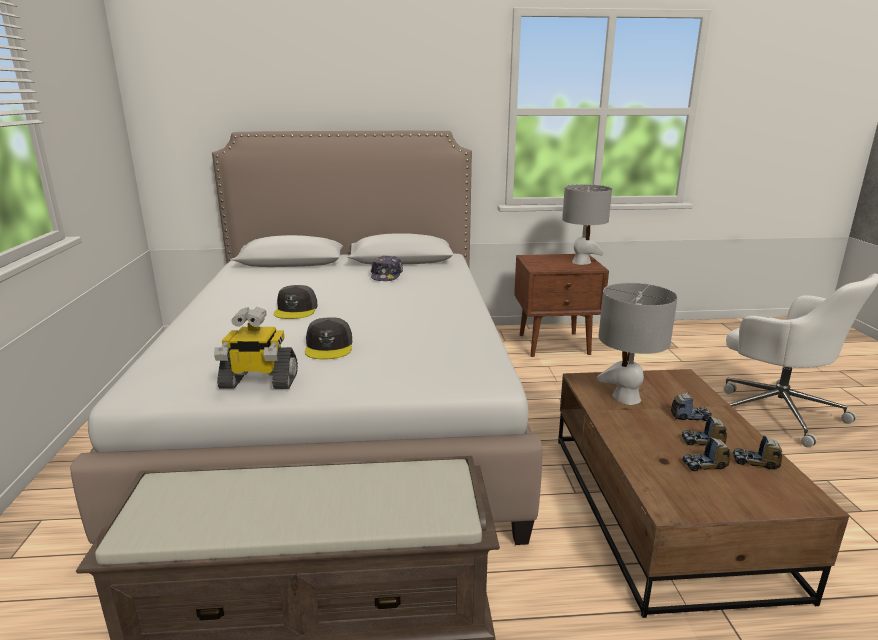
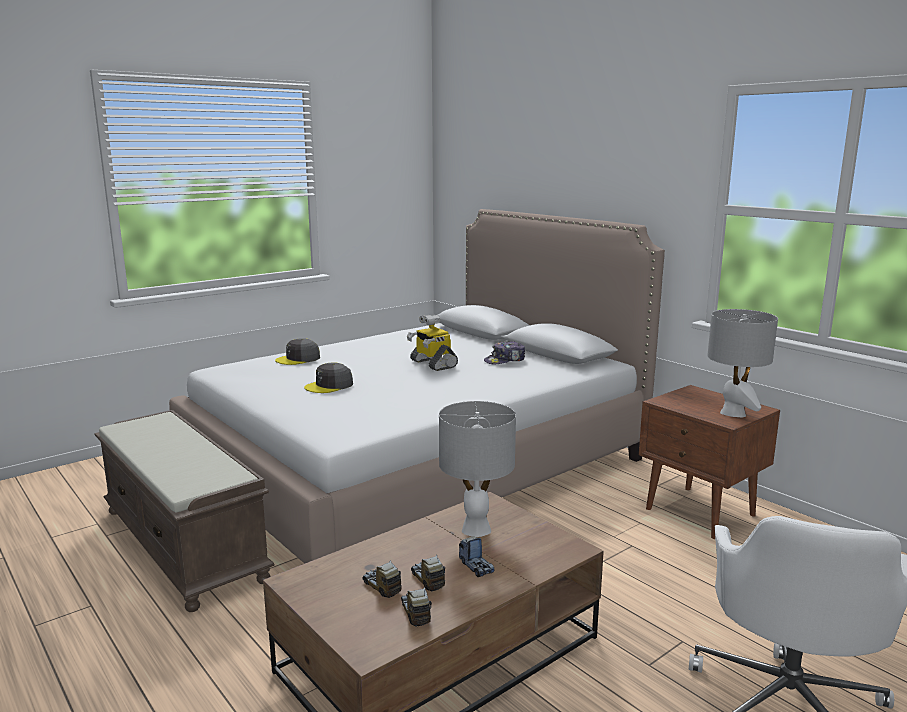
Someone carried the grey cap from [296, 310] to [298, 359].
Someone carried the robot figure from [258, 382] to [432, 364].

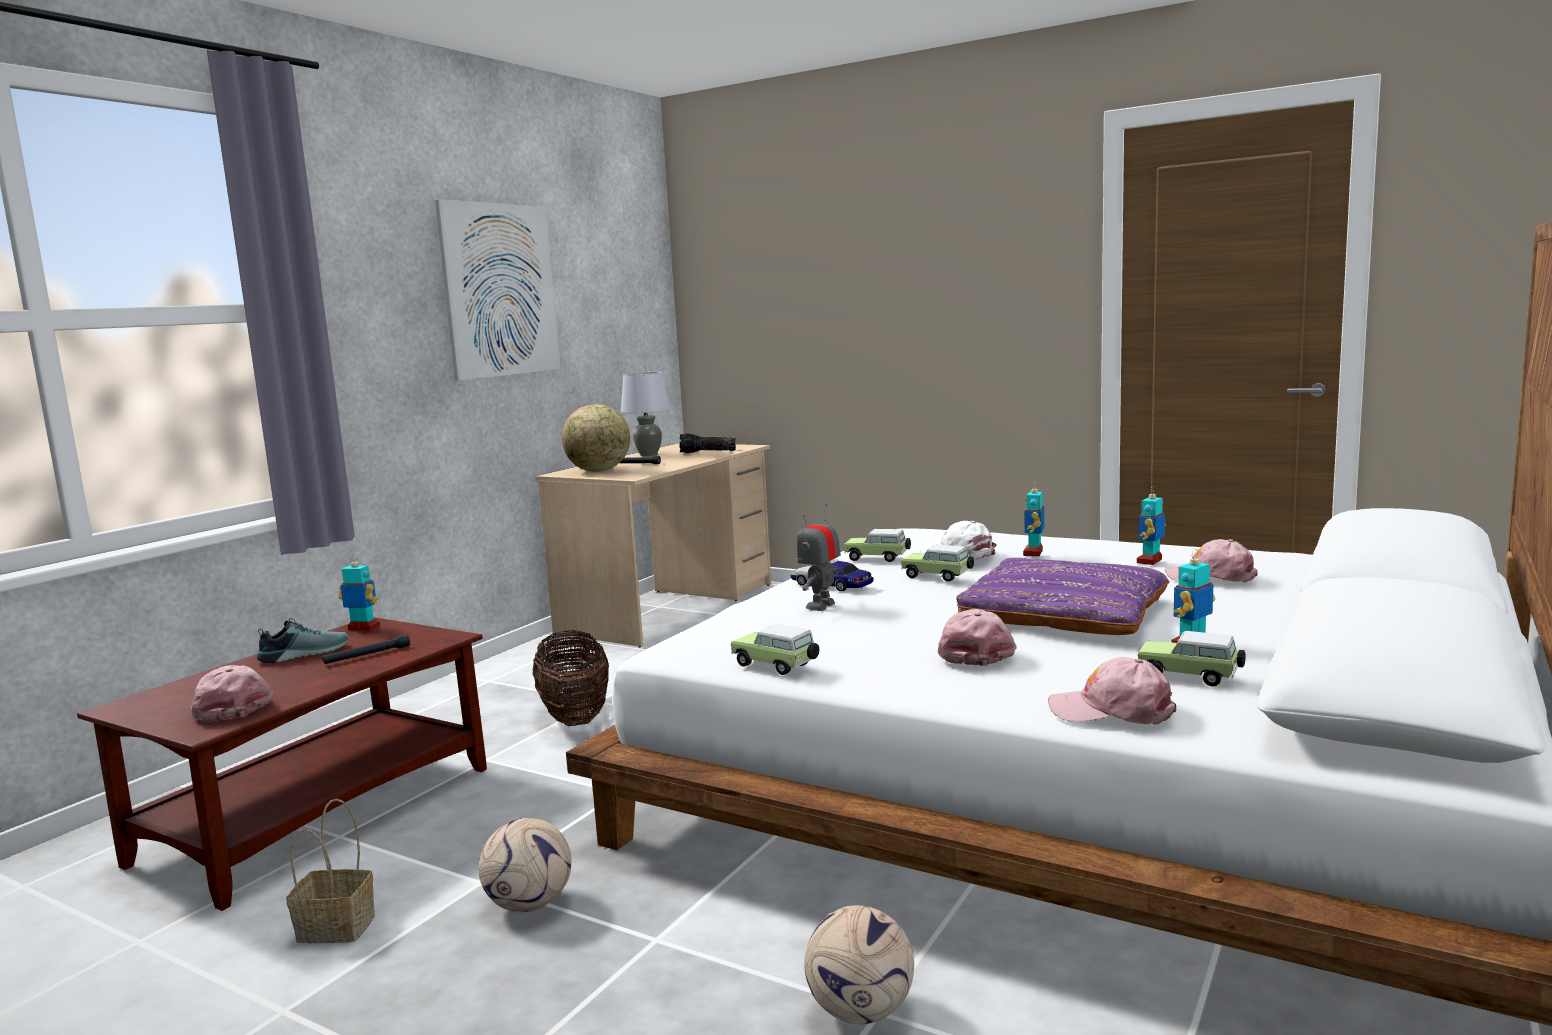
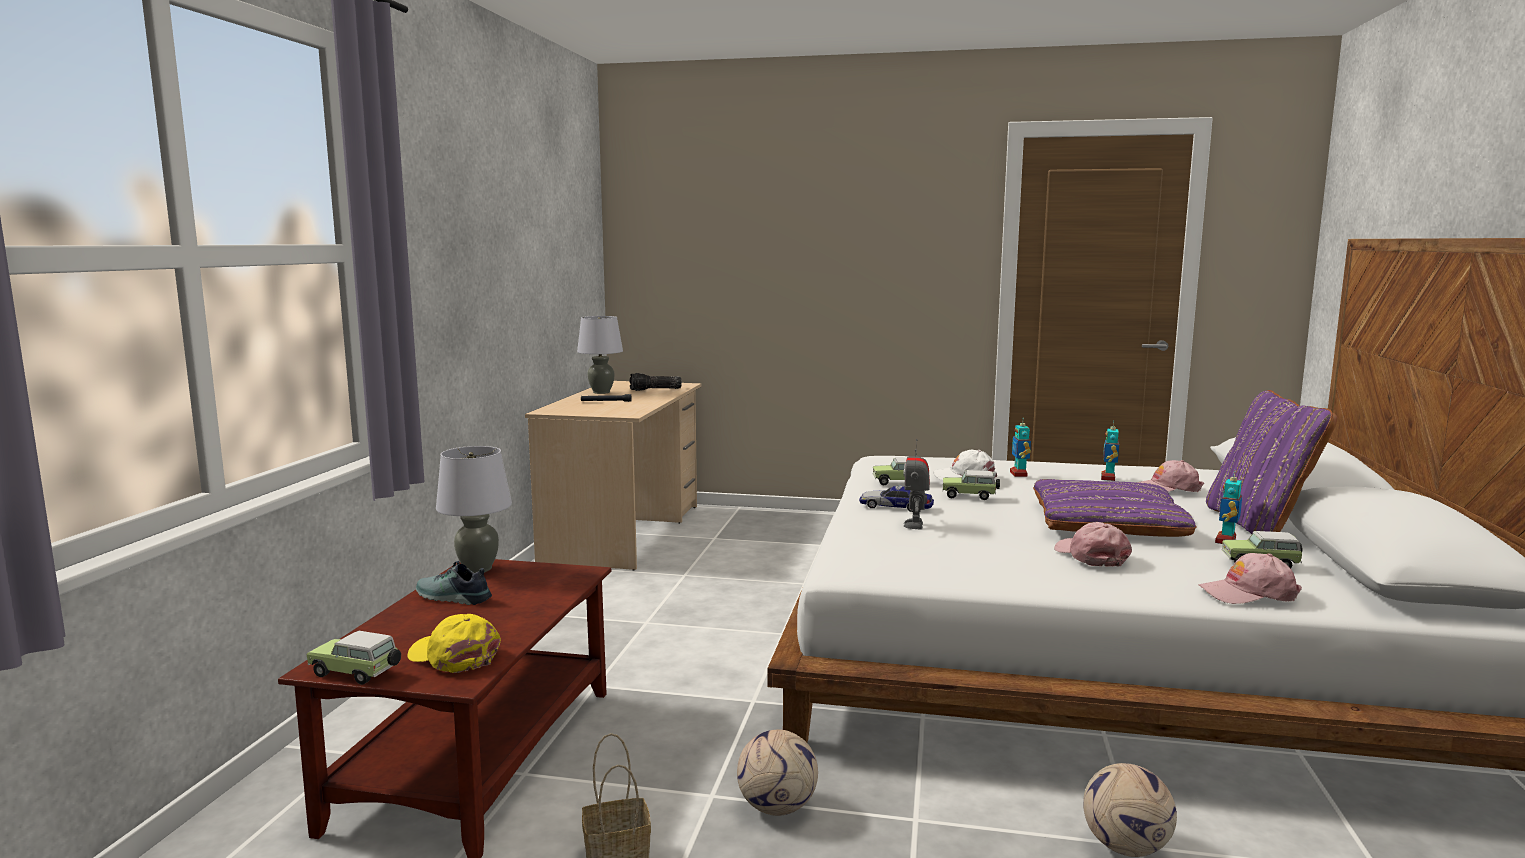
Someone took away the wall art at [500, 290].
Someone took away the desk globe at [599, 471].
Someone swapped the robot figure at [363, 628] for the grey table lamp at [478, 569].
Someone rotated the shoe at [303, 654] by 105 degrees counterclockwise.
Someone carried the miniature car from [776, 666] to [357, 673].
Someone took away the basket at [575, 716].
Someone took away the blackish torch at [367, 655].
Someone repainted the pinkish cap at [230, 707], which became the yellow-coloured cap at [454, 656].
Someone put down the purple pillow at [1259, 525].

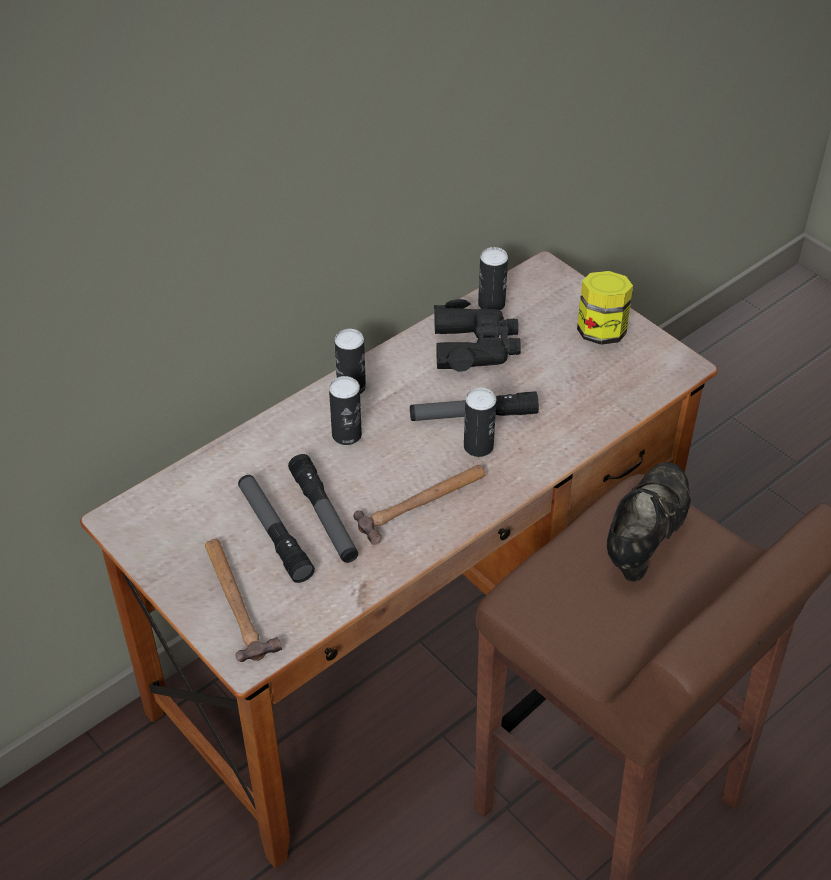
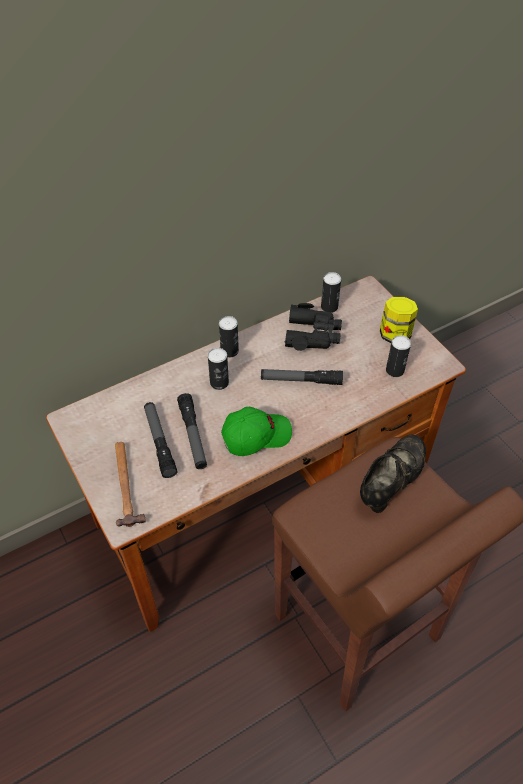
Someone carried the can from [478, 446] to [395, 370].
Someone swapped the tool hammer at [422, 503] for the green-coloured cap at [256, 435].

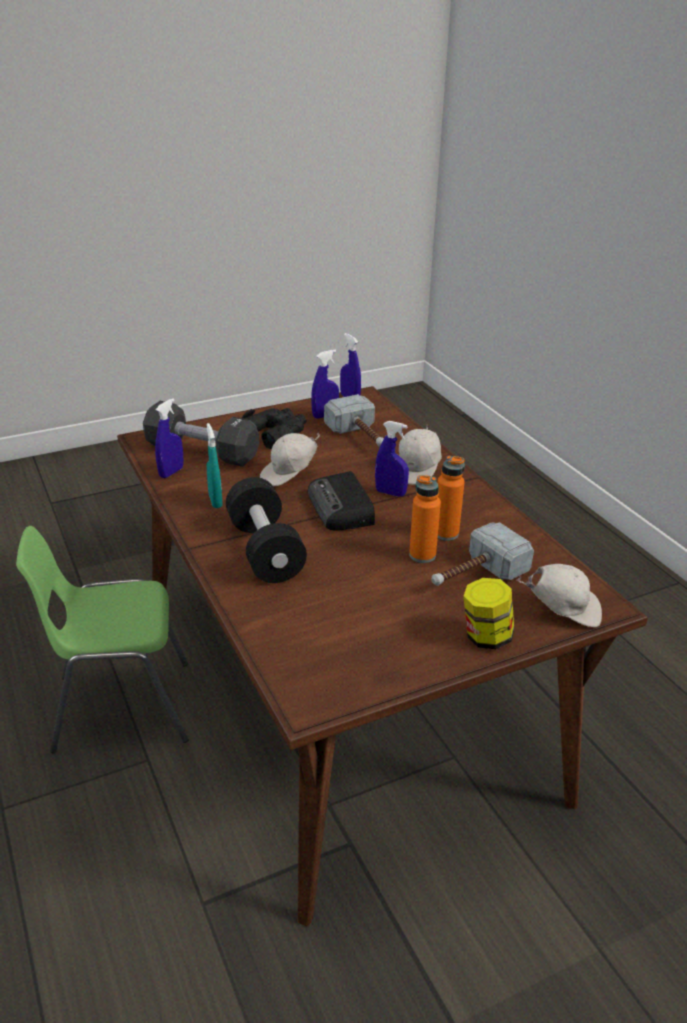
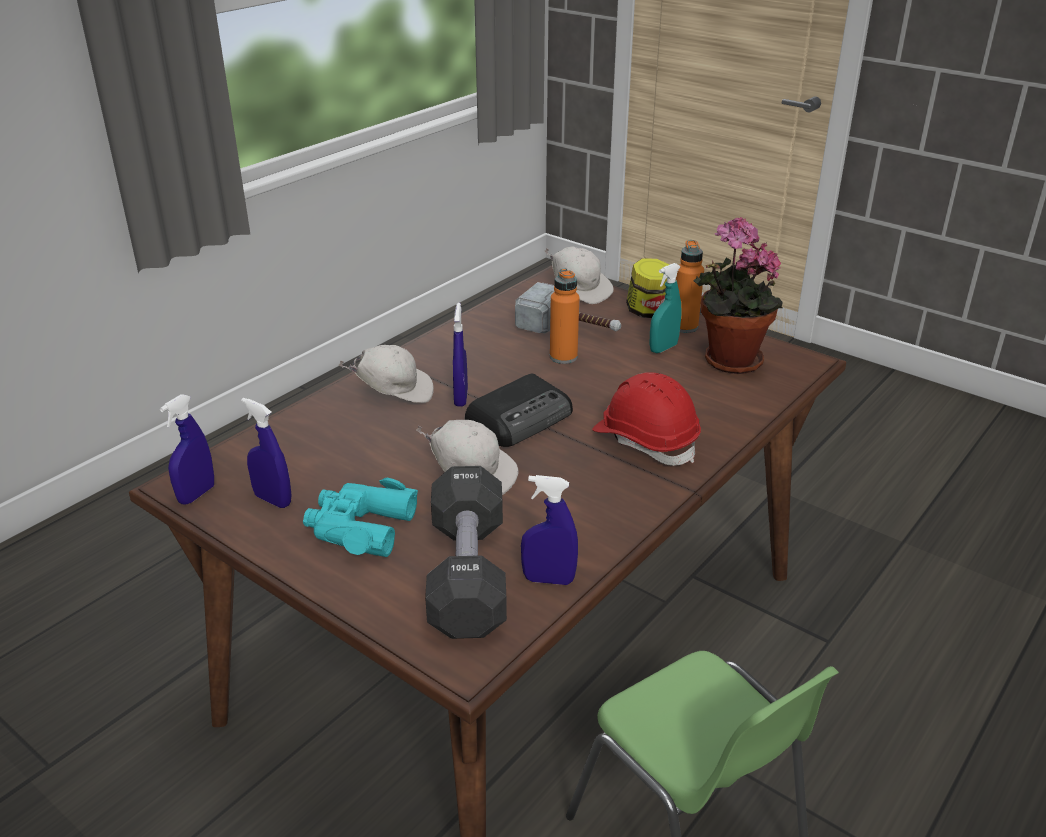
Someone took away the tool hammer at [361, 436].
Someone repainted the blackish field glasses at [275, 433], which became the turquoise field glasses at [359, 527].
Someone carried the turquoise spray bottle from [215, 501] to [663, 348].
Someone carried the orangey drink bottle from [446, 533] to [684, 327].
Someone swapped the blackish hand weight at [265, 550] for the reddish work helmet at [645, 441].
Someone rotated the white-coloured cap at [562, 610] by 150 degrees clockwise.
Someone put down the potted plant at [727, 361].

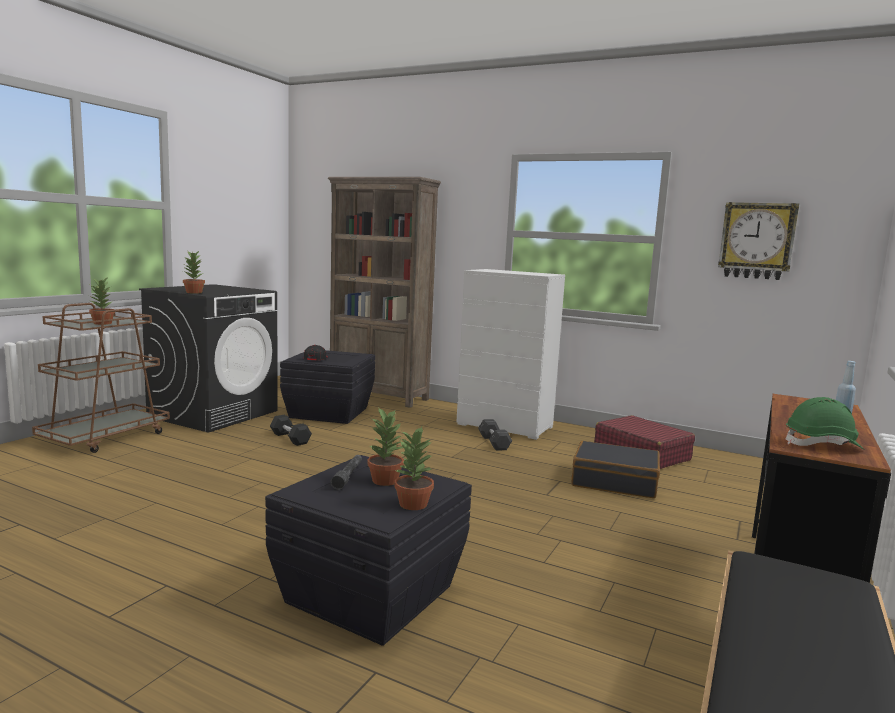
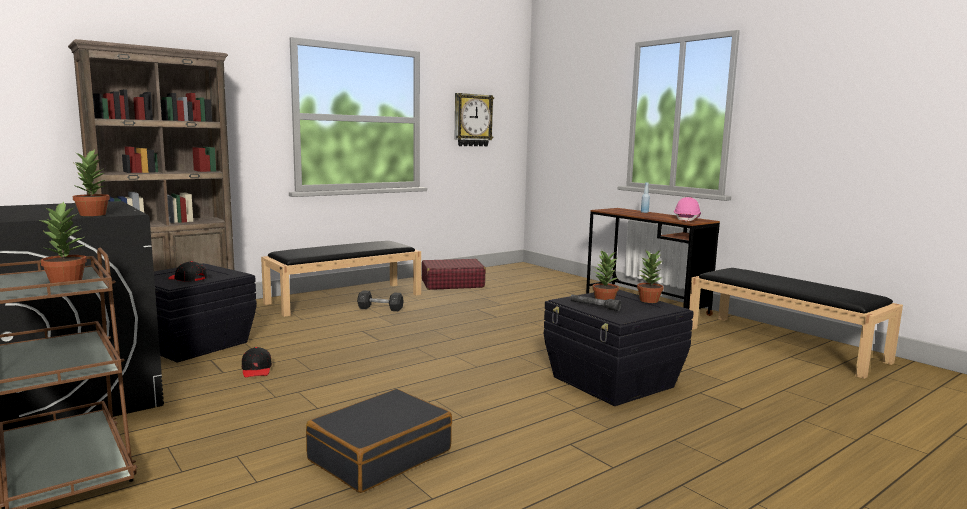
Someone swapped the white-coloured chest of drawers at [505, 426] for the blackish bench at [345, 298].
Someone repainted the green-coloured work helmet at [822, 445], which became the pinkish work helmet at [687, 219].
Someone swapped the blackish hand weight at [290, 438] for the blackish cap at [256, 369].
Someone carried the blackish piece of luggage from [614, 481] to [380, 455].

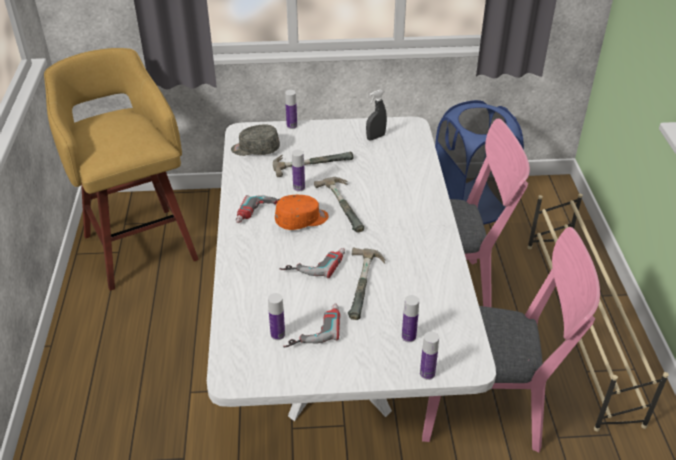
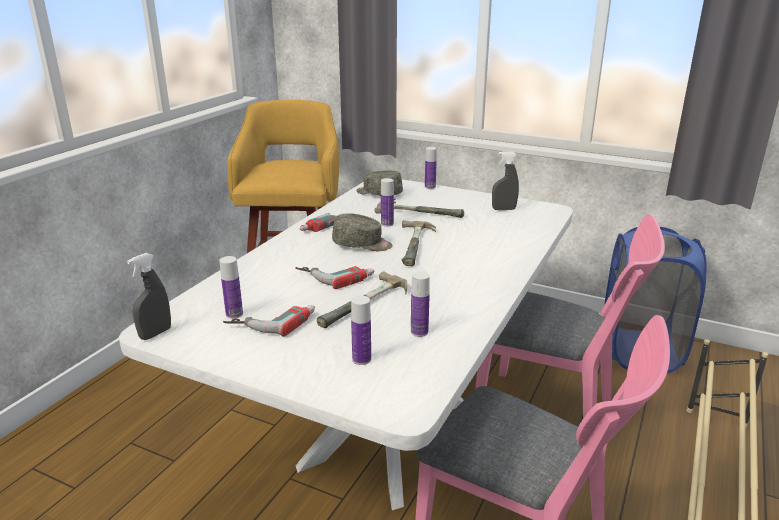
Someone repainted the orangey cap at [302, 220], which became the grey cap at [362, 244].
Someone carried the drink bottle from [427, 373] to [419, 332].
Someone put down the grey spray bottle at [155, 334].

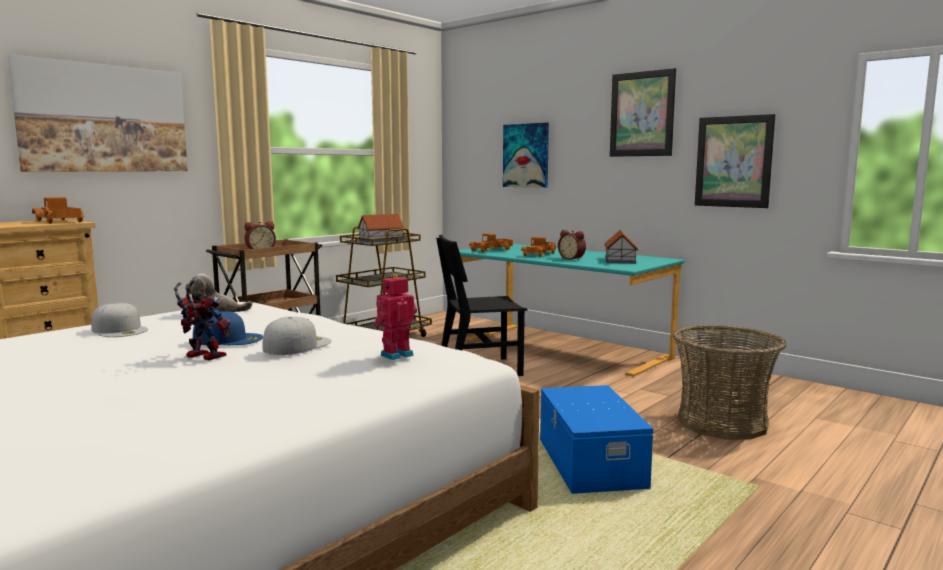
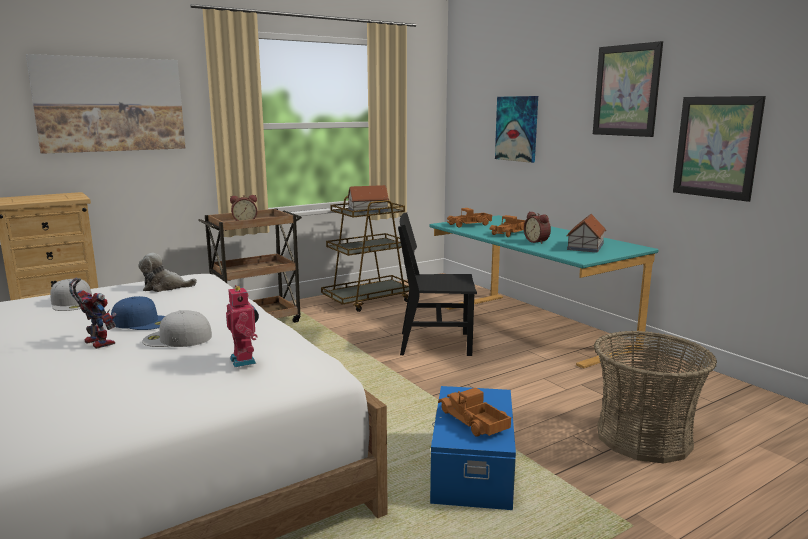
Someone carried the toy truck from [57, 221] to [473, 421].
Someone rotated the robot figure at [395, 355] by 90 degrees clockwise.
Someone rotated the white-coloured cap at [297, 345] by 135 degrees counterclockwise.

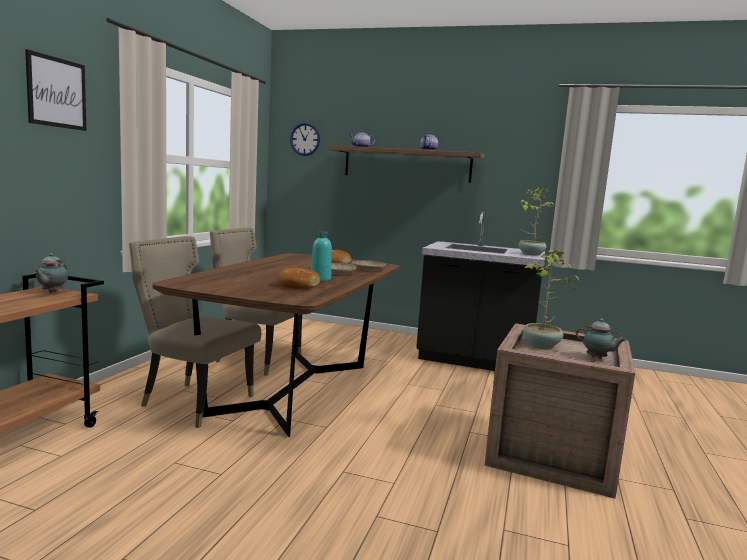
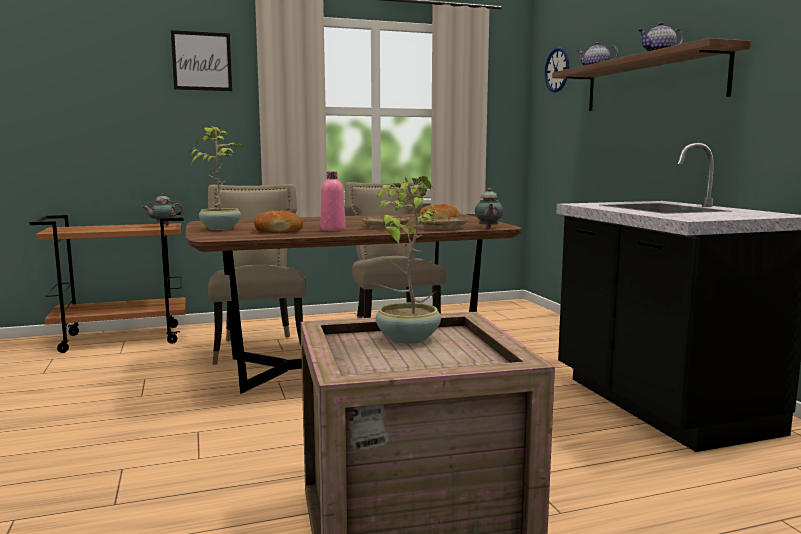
Someone carried the potted plant from [530, 254] to [221, 228].
Someone repainted the turquoise drink bottle at [320, 279], which became the pinkish drink bottle at [333, 229].
Someone carried the pot for tea from [597, 358] to [488, 228].

